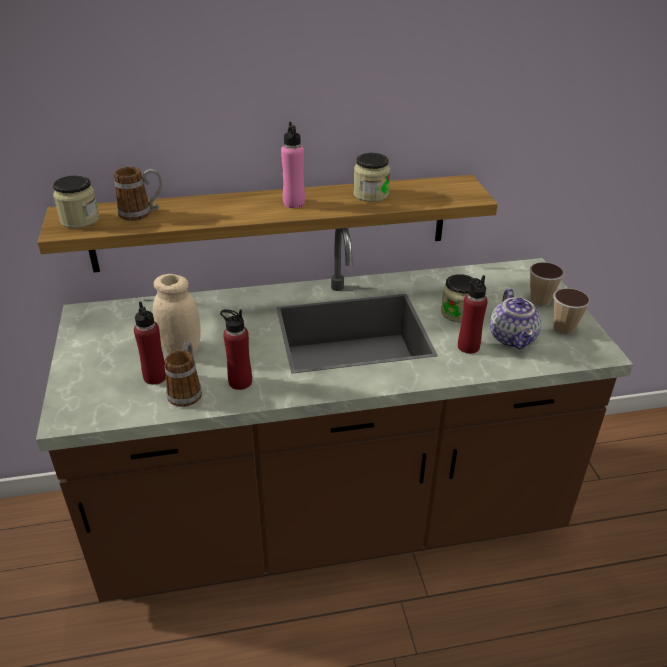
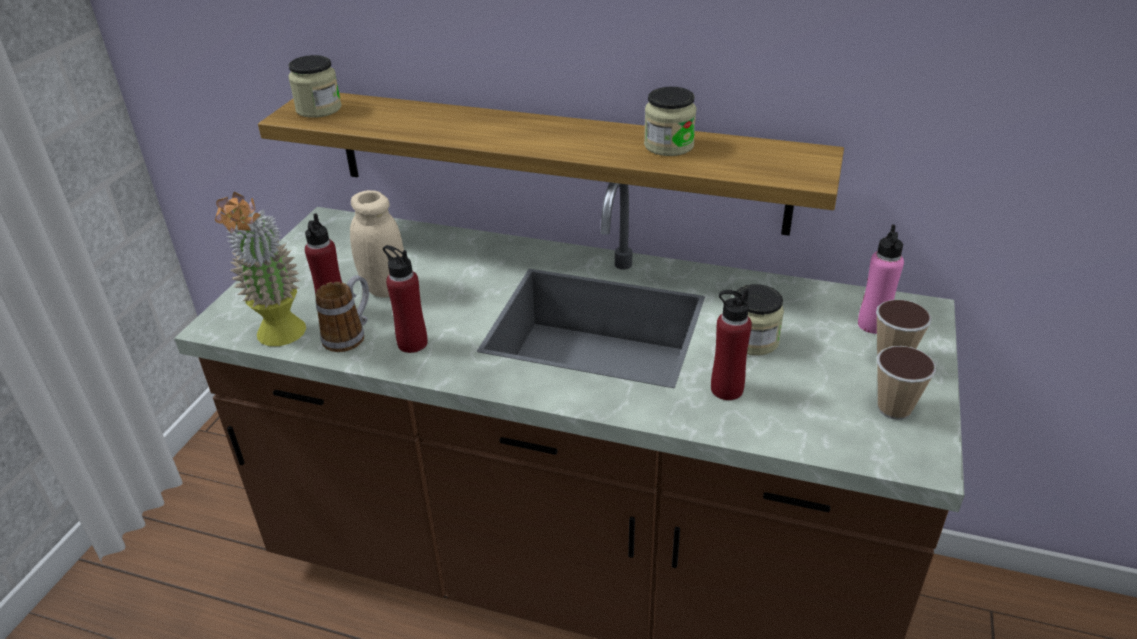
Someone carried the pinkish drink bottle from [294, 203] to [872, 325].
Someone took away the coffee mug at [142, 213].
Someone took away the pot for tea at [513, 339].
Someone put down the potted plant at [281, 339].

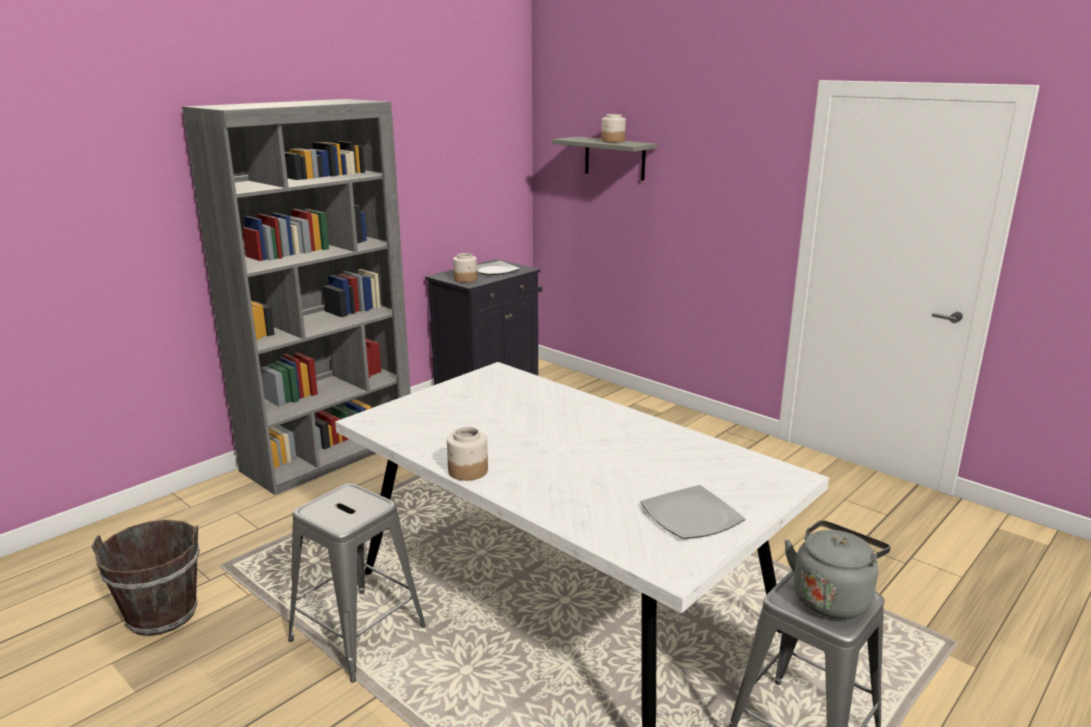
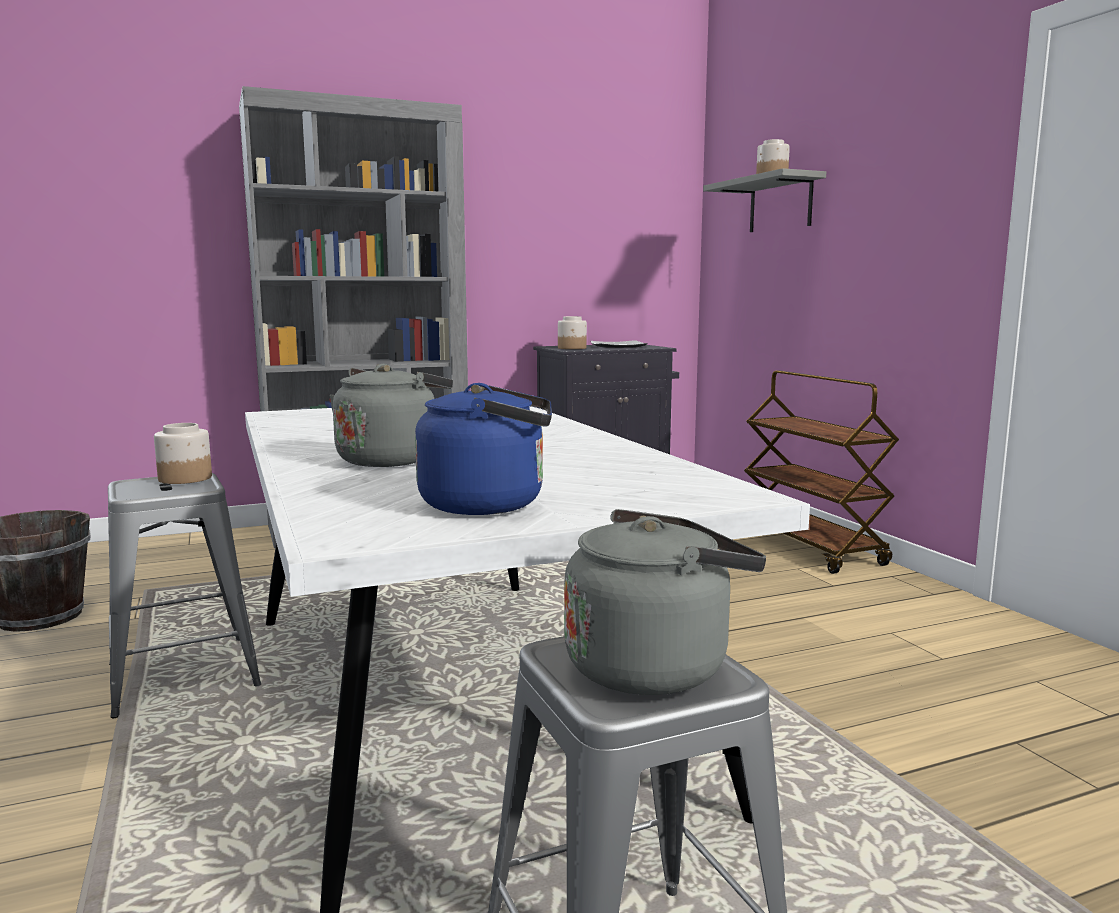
Someone carried the storage jar from [468, 471] to [184, 478].
Someone swapped the flat dish at [692, 516] for the blue-coloured tea kettle at [490, 504].
Someone put down the grey tea kettle at [390, 459].
Someone put down the brownish wheeled cart at [811, 548].

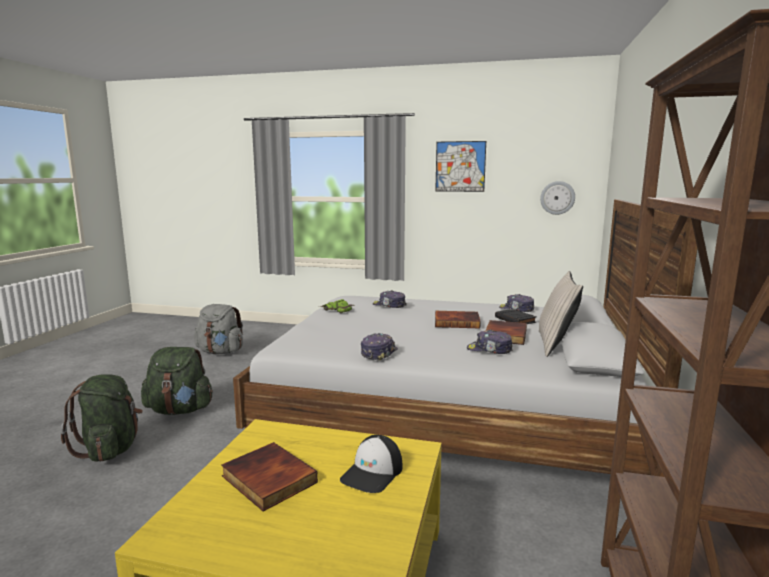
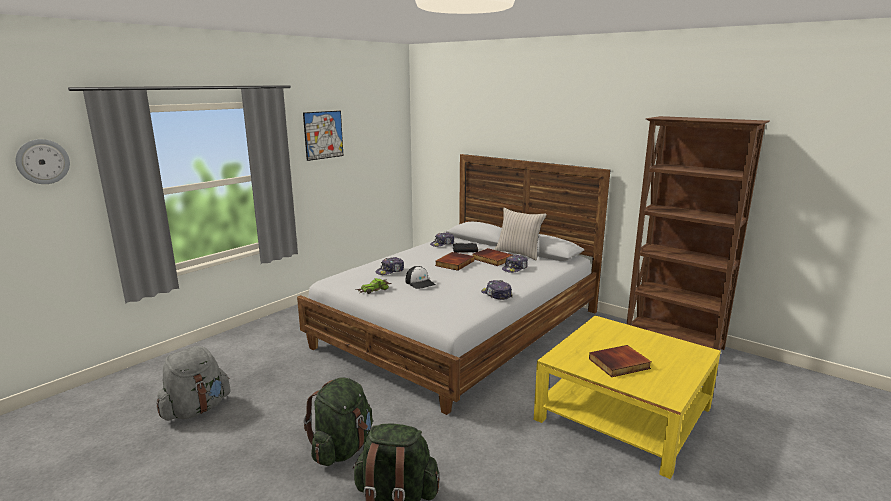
Someone carried the clock on the wall from [557, 198] to [43, 161].
Someone carried the cap from [373, 473] to [420, 283].

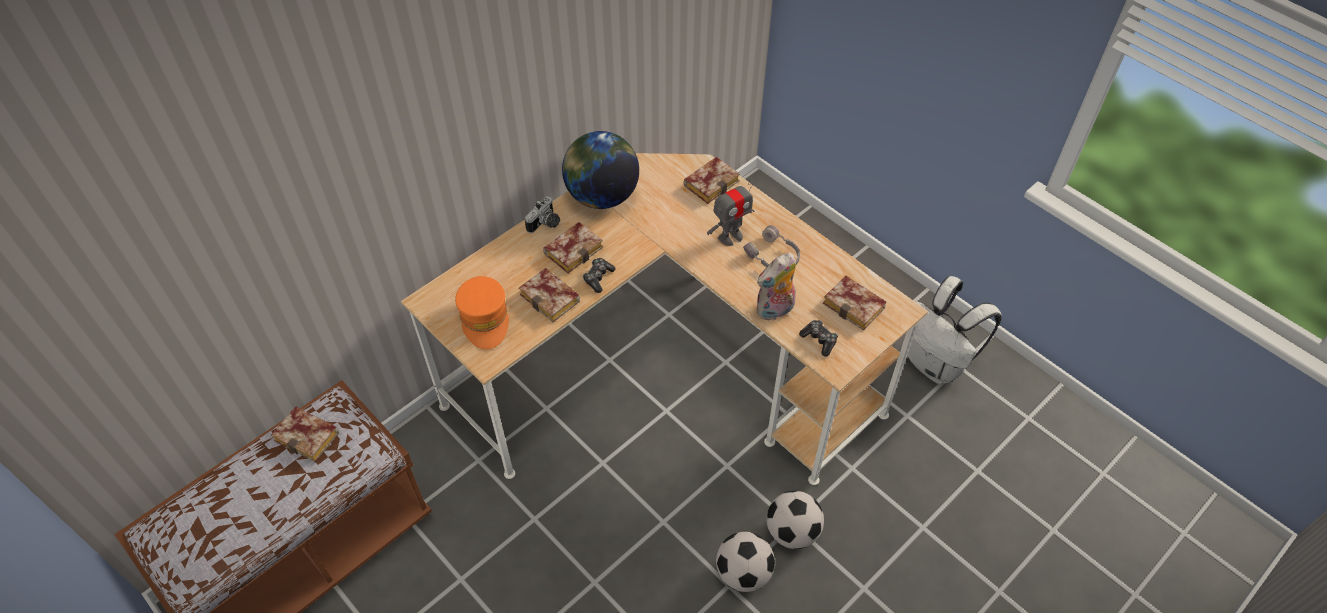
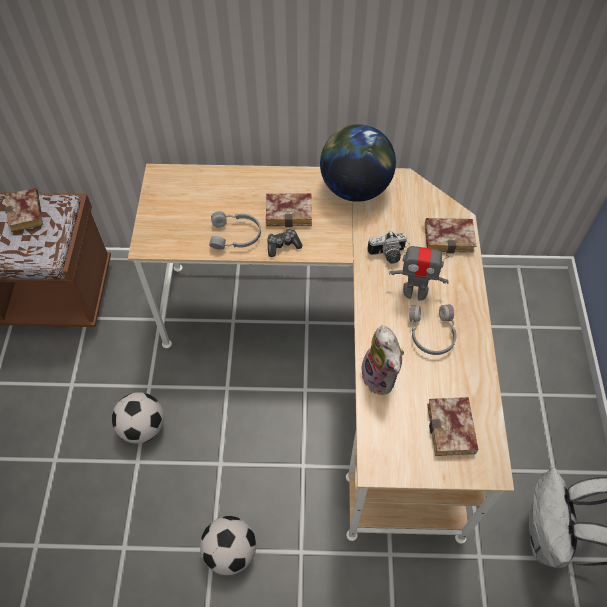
Someone carried the photo camera from [546, 224] to [387, 255].
Someone rotated the plush toy at [775, 311] by 120 degrees counterclockwise.
Someone swapped the book at [552, 298] for the grey headphones at [236, 236].
Someone took away the orangey cap at [485, 318].
Someone took away the gamepad at [819, 340].
Someone carried the ball for football from [792, 531] to [143, 427].

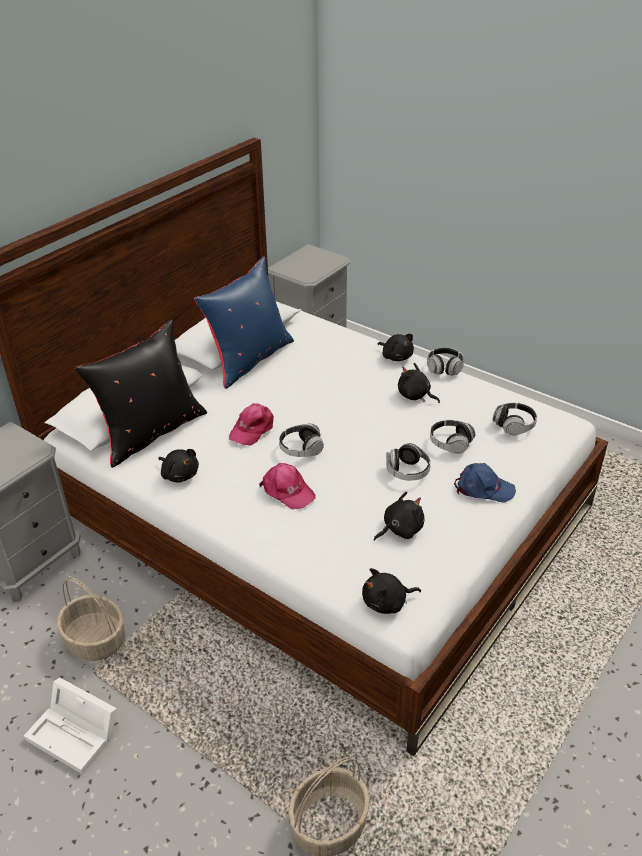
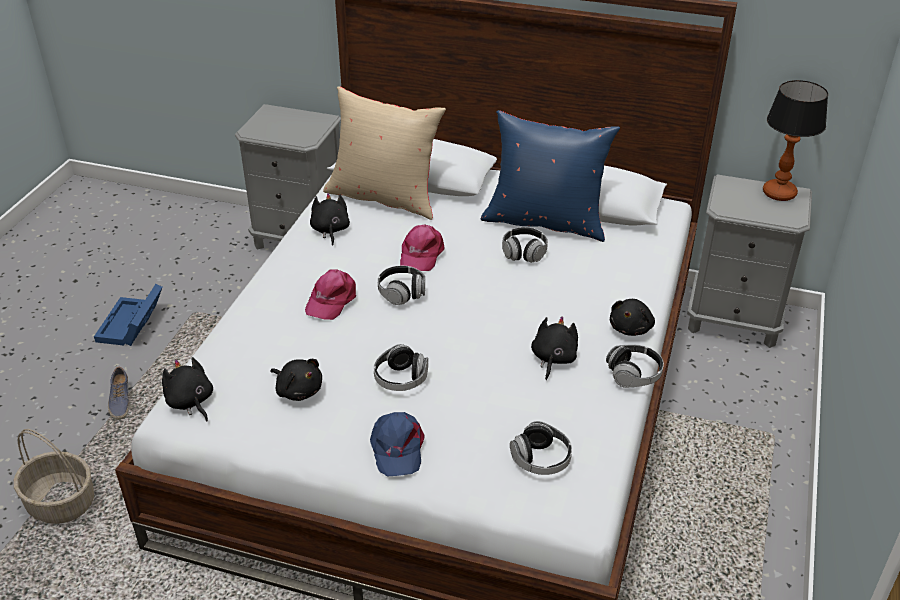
Someone repainted the blackish pillow at [151, 432], which became the sand-coloured pillow at [385, 197].
Someone rotated the pinkish cap at [252, 429] by 90 degrees counterclockwise.
Someone carried the headphones from [450, 443] to [524, 253].
Someone rotated the blackish plush toy at [179, 474] by 150 degrees clockwise.
Someone took away the basket at [96, 641].
Someone repainted the white-coloured storage box at [76, 734], which became the blue-coloured storage box at [131, 326].
Someone put down the table lamp at [779, 194].
Someone put down the shoe at [120, 401].

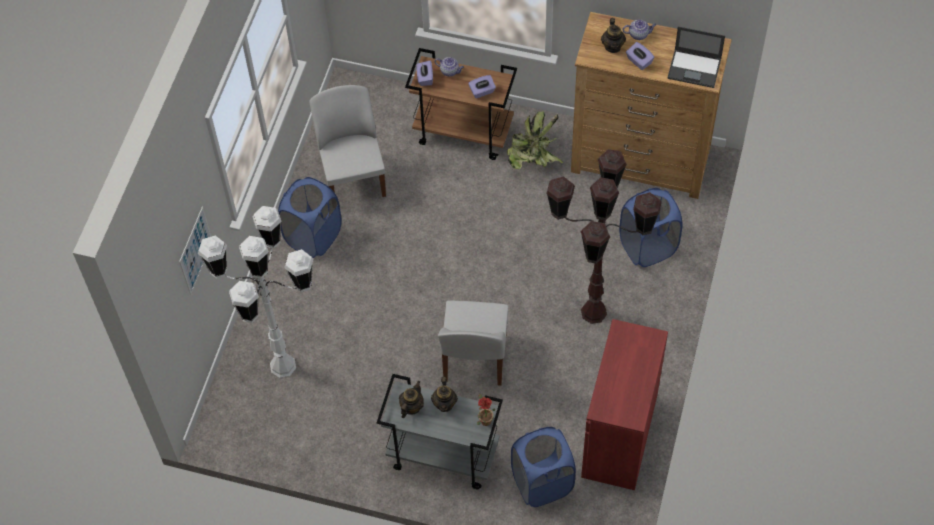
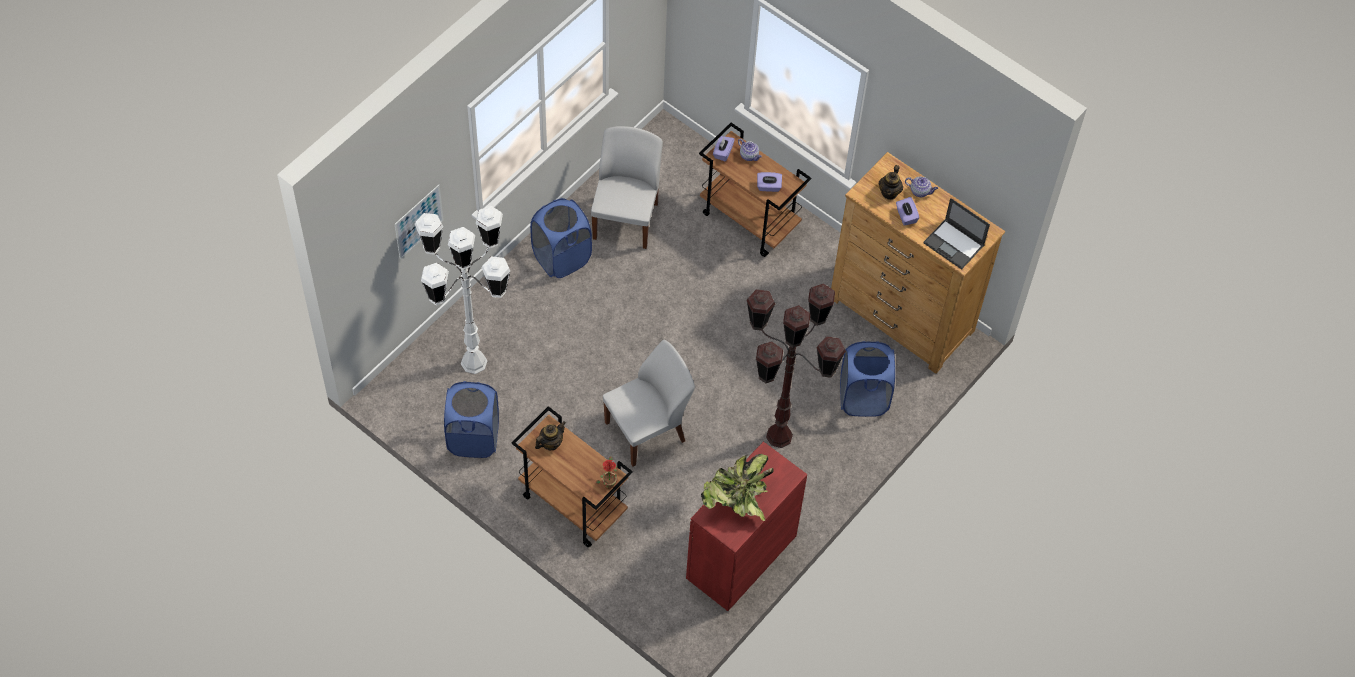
Someone carried the potted plant from [532, 160] to [737, 501].
Someone rotated the white-coloured upright chair at [474, 359] by 150 degrees counterclockwise.
Someone repainted the grey wheeled cart at [442, 456], which became the brownish wheeled cart at [572, 504].
Someone took away the pot for tea at [445, 404].
Someone carried the blue-coloured hamper from [542, 483] to [473, 438].

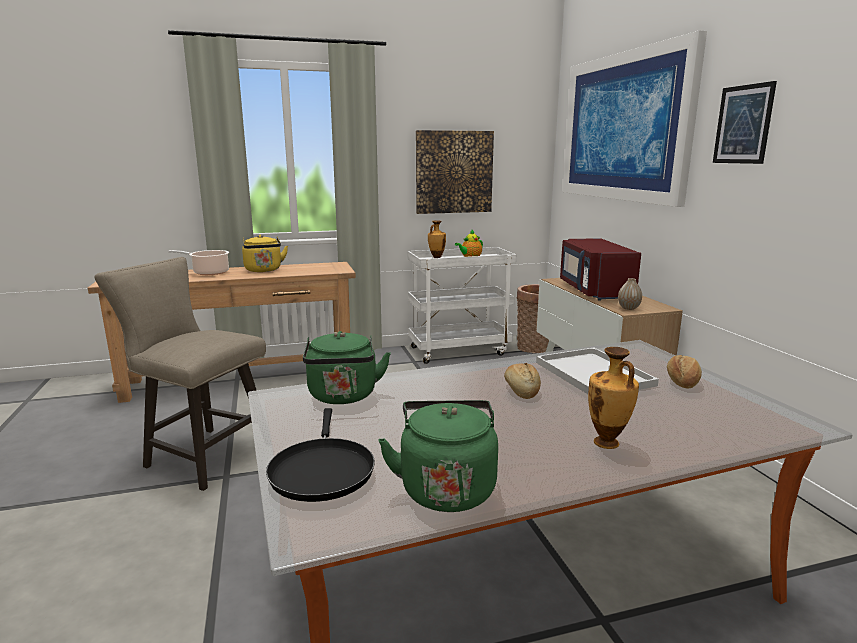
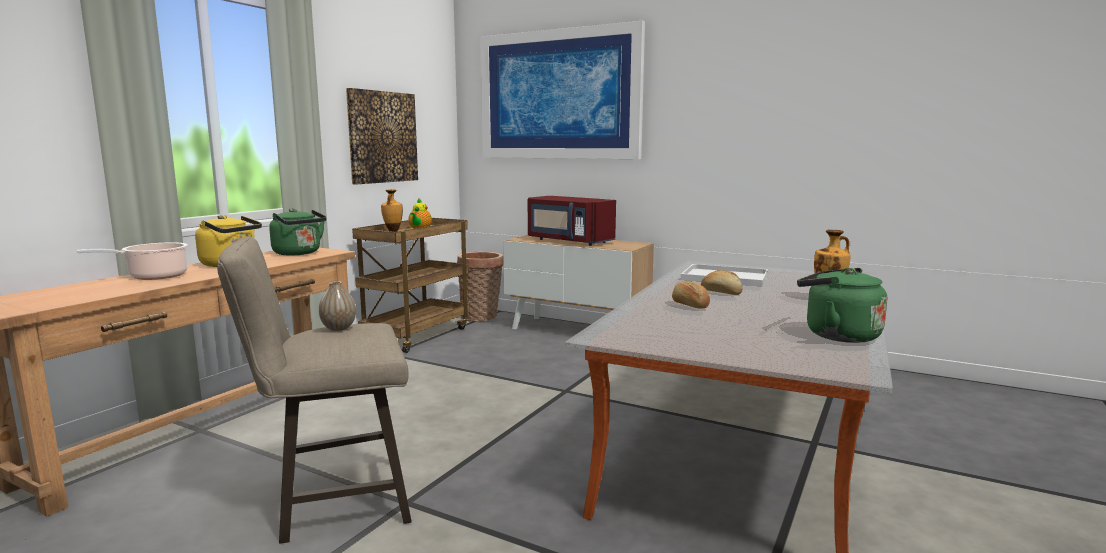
Someone took away the wall art at [743, 124].
Someone repainted the white-coloured wheeled cart at [459, 351], which became the brownish wheeled cart at [417, 335].
Someone carried the decorative vase from [628, 308] to [338, 328].
Someone carried the green-coloured tea kettle from [343, 397] to [299, 253].
Someone carried the bread from [682, 382] to [689, 305].
Someone took away the blackish pan at [322, 470].

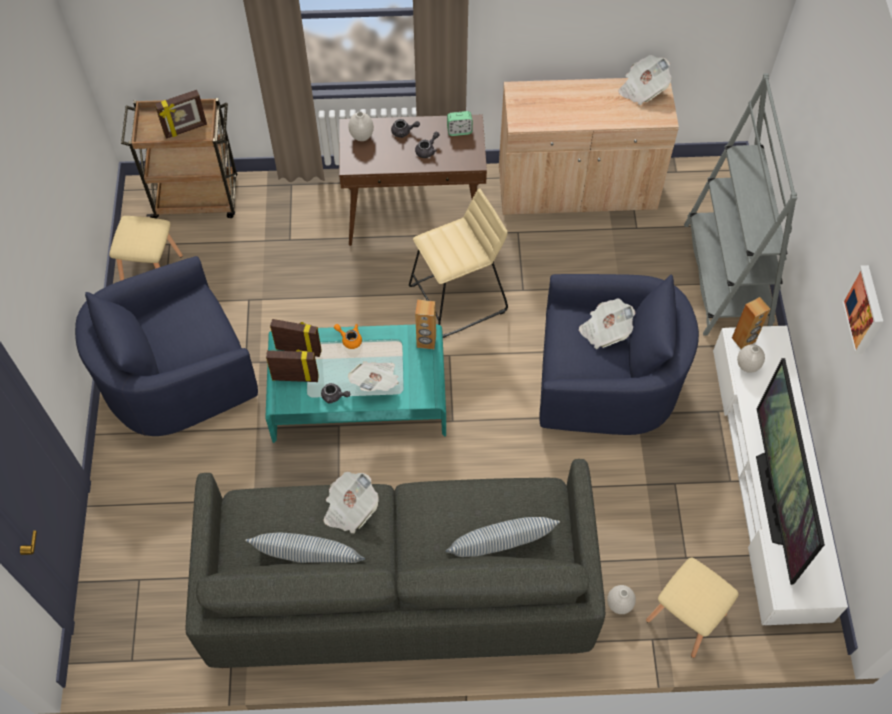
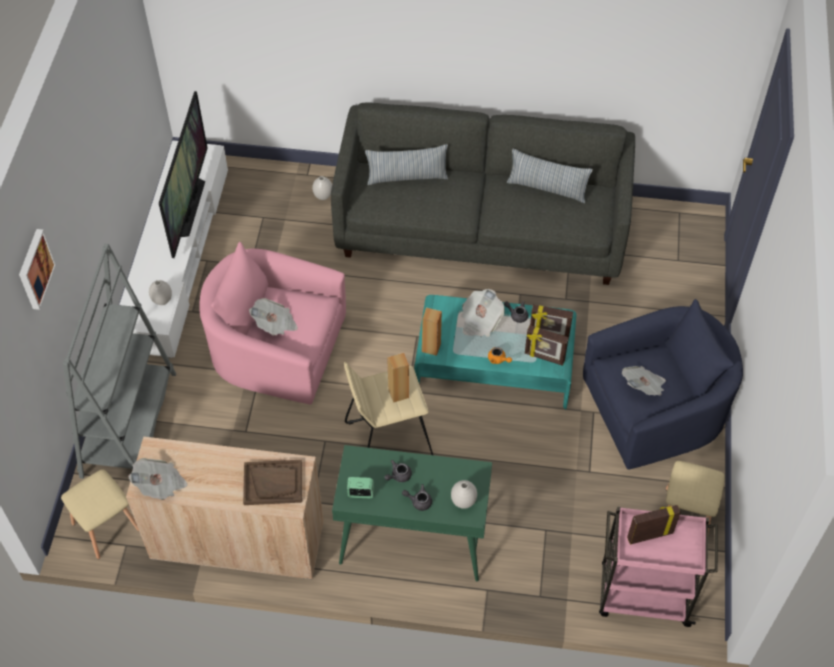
Someone repainted the brownish wheeled cart at [197, 198], which became the pinkish wheeled cart at [642, 595].
Someone repainted the brownish hall table at [415, 214], which became the green-coloured hall table at [412, 539].
Someone carried the wall art from [865, 310] to [34, 269].
Someone repainted the blue-coloured lounge chair at [605, 380], which became the pinkish lounge chair at [276, 349].
Someone carried the brownish loudspeaker from [743, 340] to [398, 393].
Someone carried the daily paper from [350, 508] to [643, 387].
Someone carried the sand-coloured stool seat from [686, 618] to [107, 526].
Someone put down the brownish tray at [273, 483].

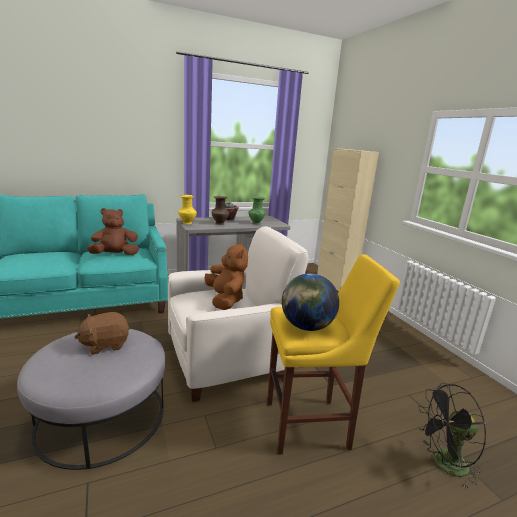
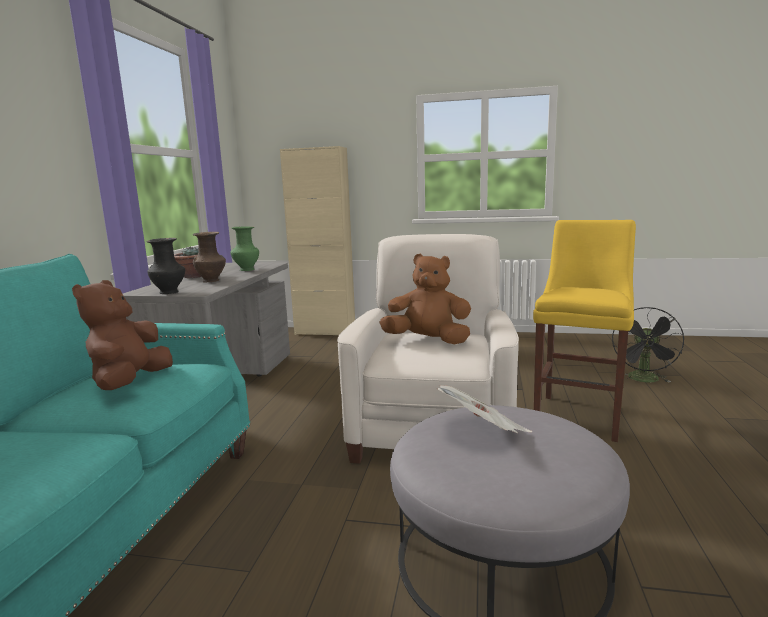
Someone repainted the yellow-coloured decorative vase at [187, 223], which became the blackish decorative vase at [170, 292].
Someone took away the desk globe at [306, 327].
Someone swapped the brownish plush toy at [105, 344] for the daily paper at [483, 432].

